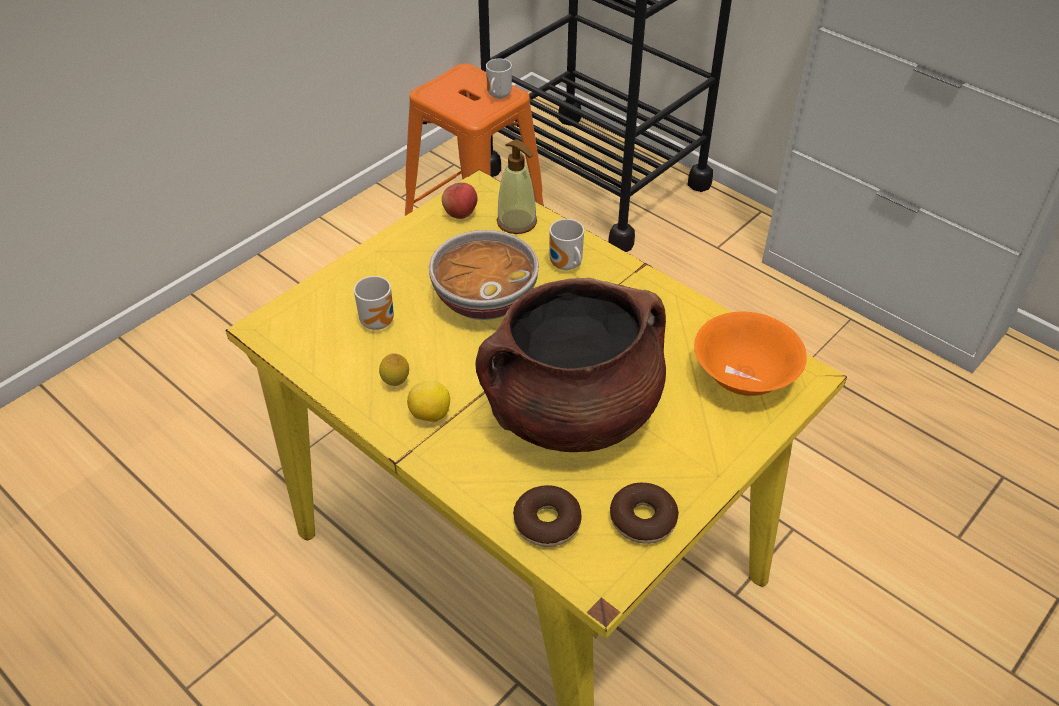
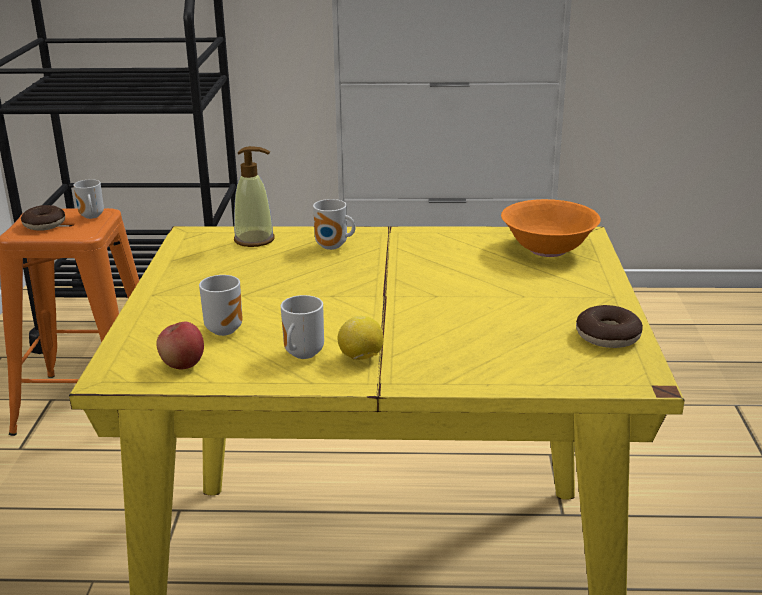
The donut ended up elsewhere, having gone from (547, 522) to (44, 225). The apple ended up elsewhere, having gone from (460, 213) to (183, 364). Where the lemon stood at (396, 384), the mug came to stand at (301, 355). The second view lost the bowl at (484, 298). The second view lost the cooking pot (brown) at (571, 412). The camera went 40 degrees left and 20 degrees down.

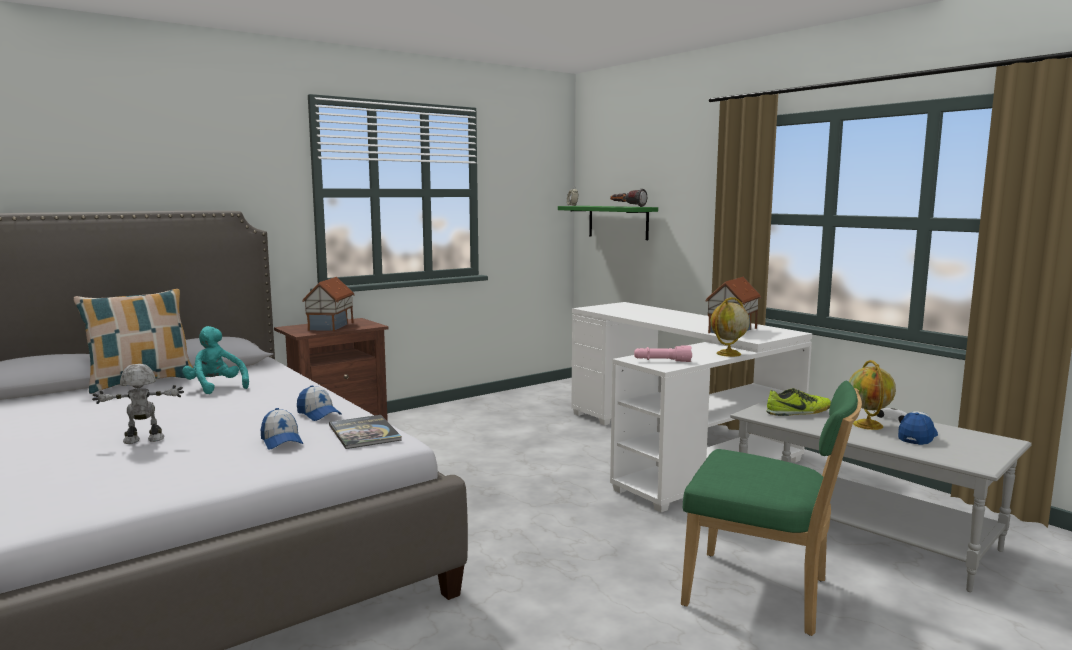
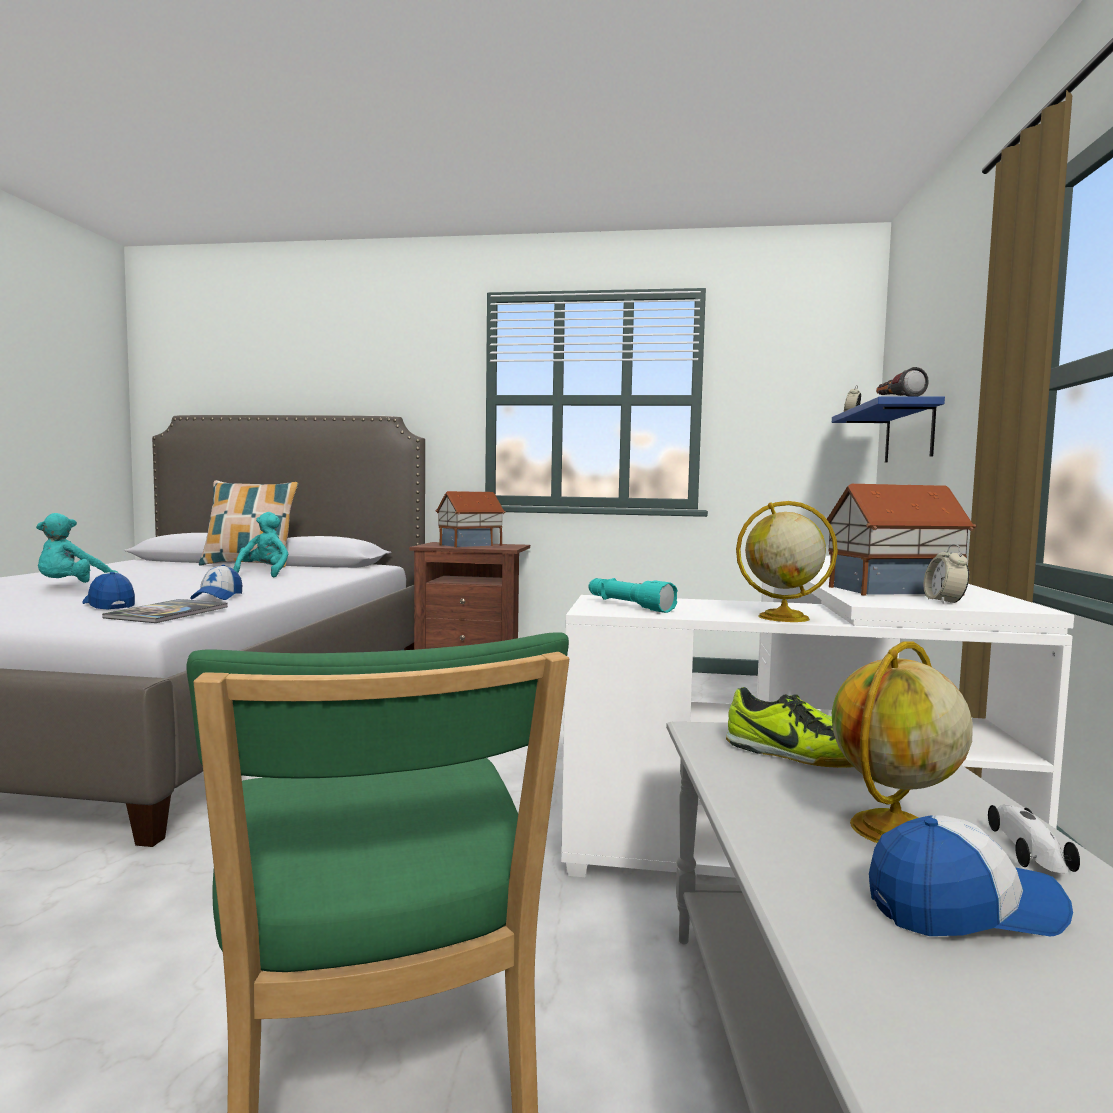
Where the toy robot stood at (143, 440), the plush toy (turquoise) came to stand at (73, 587). The cap at (281, 441) ended up facing another way, 120 degrees clockwise from before. What was the flashlight (pink) at (662, 361) turned into the flashlight (turquoise) at (628, 606). What was the shelf (green) at (618, 222) turned into the shelf (blue) at (909, 433). The second view gained the alarm clock at (944, 602). The camera went 45 degrees right and 5 degrees down.

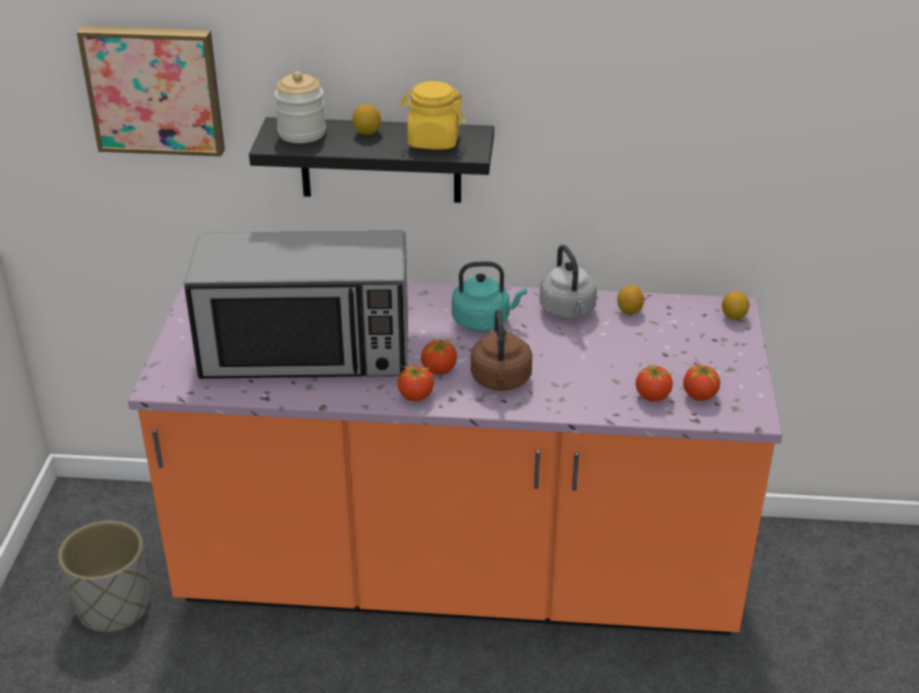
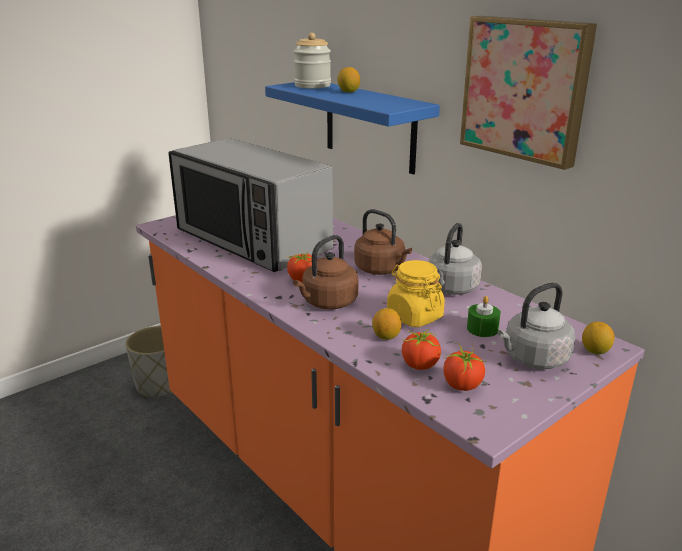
What was the shelf (black) at (380, 160) turned into the shelf (blue) at (369, 126). What was the kettle (turquoise) at (484, 321) turned into the kettle (brown) at (381, 269). The lemon ended up elsewhere, having gone from (629, 311) to (386, 336). The jar (yellow) ended up elsewhere, having gone from (433, 141) to (414, 316). The picture ended up elsewhere, having gone from (155, 89) to (526, 89). The second view gained the candle (green) at (482, 329). The second view gained the kettle (grey) at (533, 359). The second view lost the tomato at (416, 396). The camera went 45 degrees right and 10 degrees down.

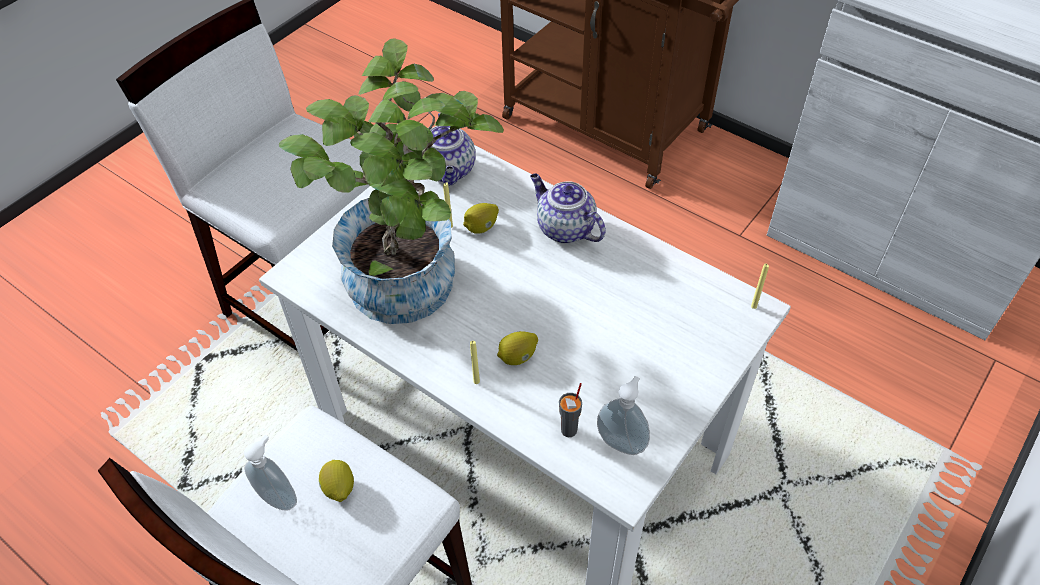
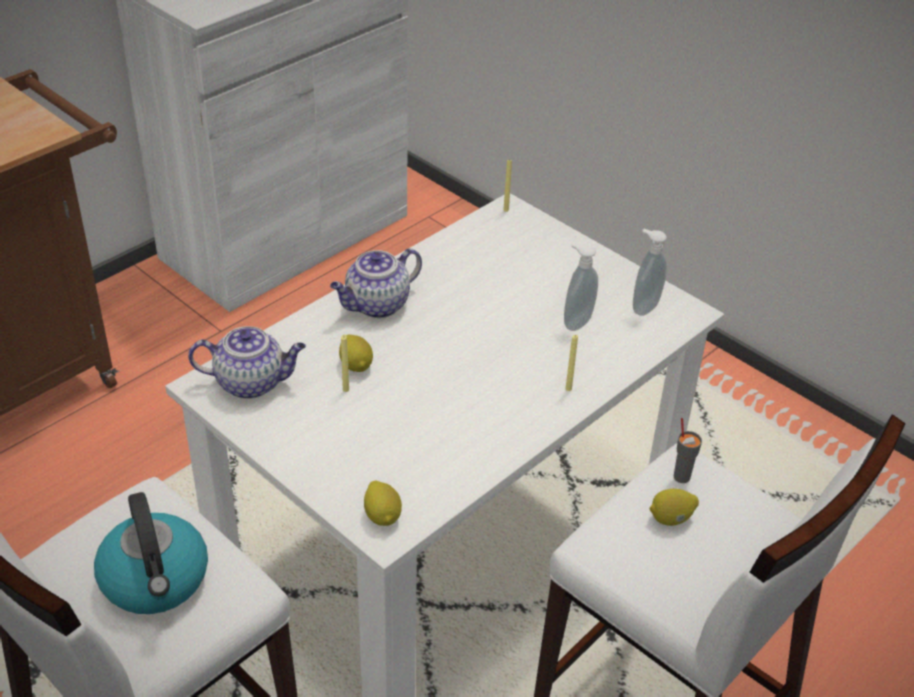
The second view gained the kettle at (156, 580). The lemon ended up elsewhere, having gone from (518, 357) to (382, 516). The soap dispenser ended up elsewhere, having gone from (279, 497) to (576, 321). The cup (grey) ended up elsewhere, having gone from (569, 430) to (681, 476). The second view lost the potted plant at (413, 291). The camera went 85 degrees left and 10 degrees down.

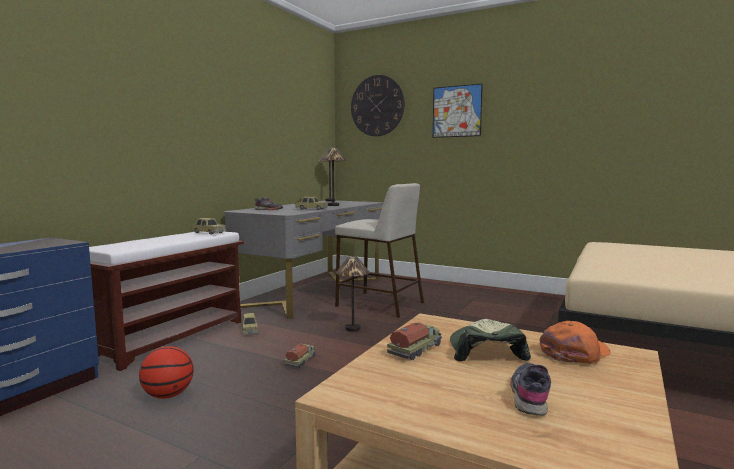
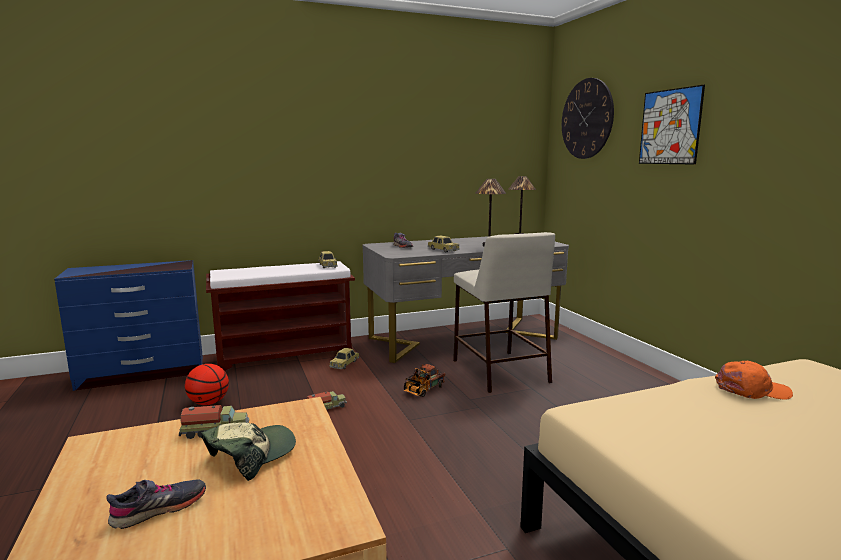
Where the table lamp stood at (352, 329), the toy truck came to stand at (422, 391). The cap (orange) ended up elsewhere, having gone from (575, 353) to (752, 390). The camera went 40 degrees right and 5 degrees up.

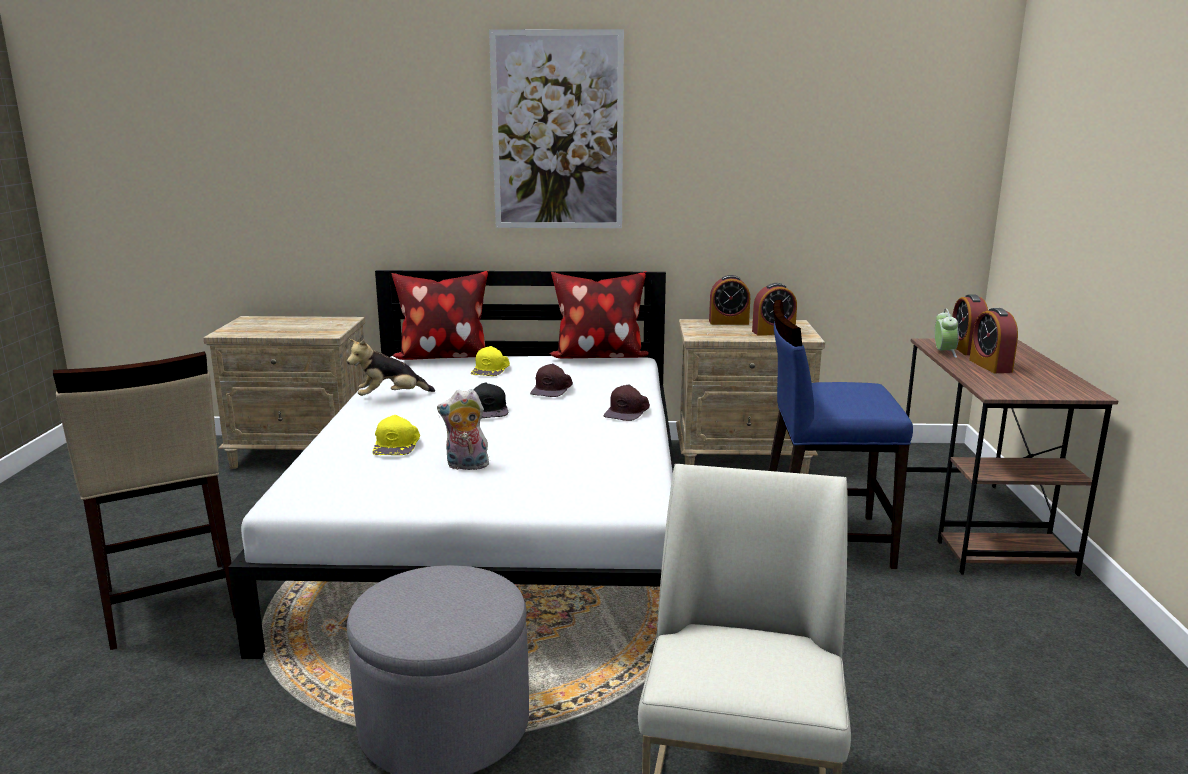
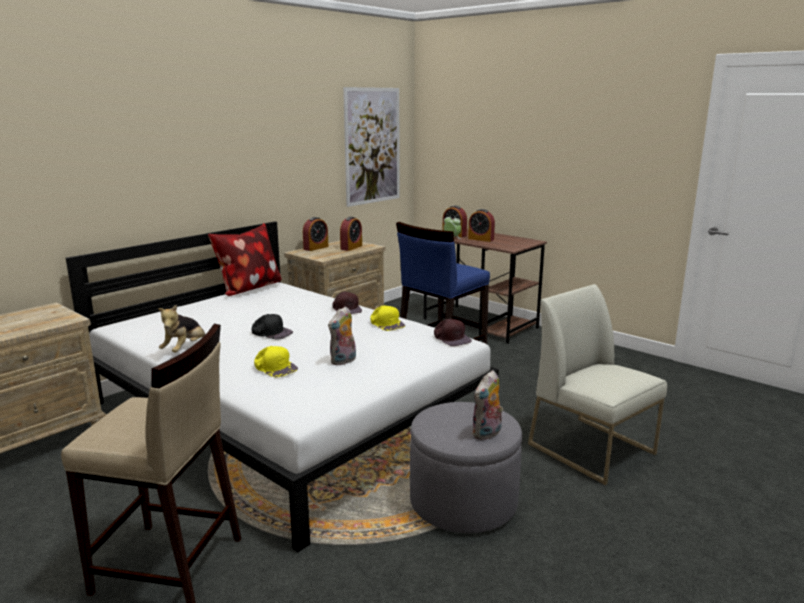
The picture ended up elsewhere, having gone from (557, 131) to (372, 146). The cap (yellow) ended up elsewhere, having gone from (491, 369) to (386, 324). The cap (brown) ended up elsewhere, having gone from (552, 389) to (451, 338). The second view gained the plush toy at (487, 434). The second view lost the pillow at (443, 357). The camera went 50 degrees left and 0 degrees up.

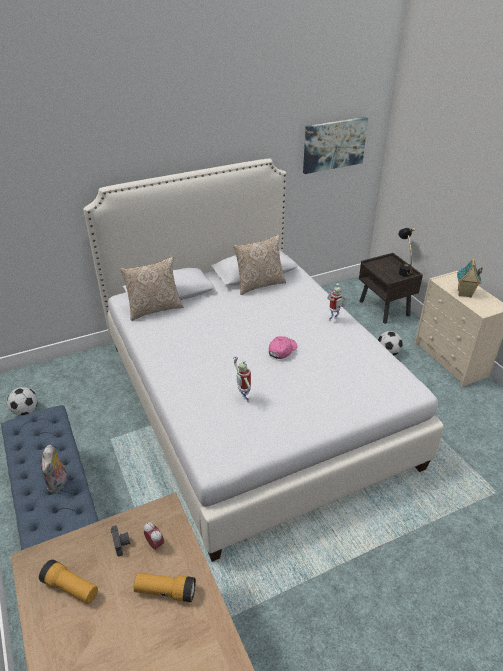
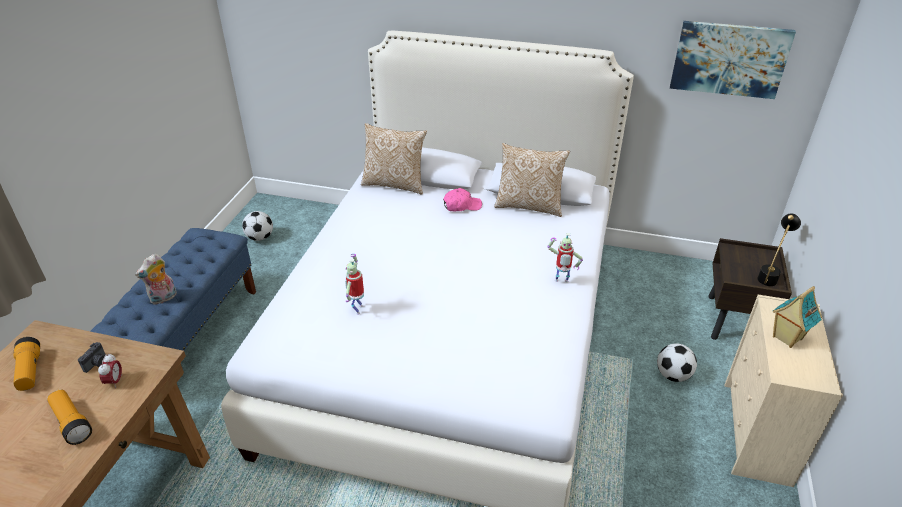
The cap (pink) ended up elsewhere, having gone from (282, 350) to (462, 205). The camera went 40 degrees right and 0 degrees up.

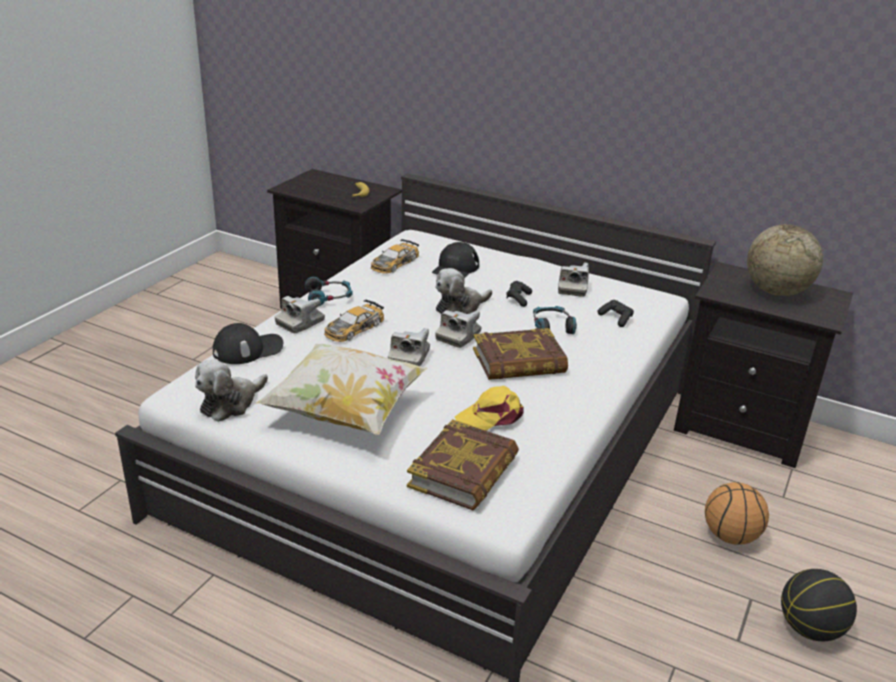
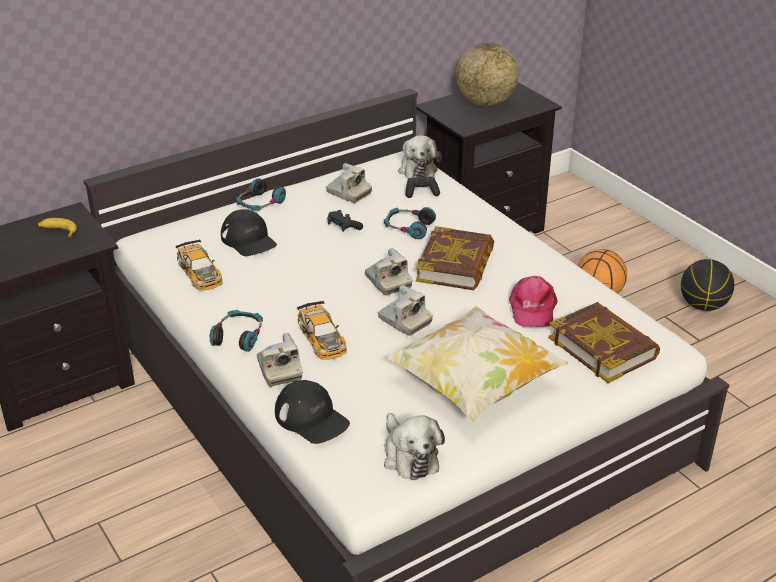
The second view gained the headphones at (260, 203). The cap (black) at (248, 349) ended up facing another way, 135 degrees clockwise from before. The plush toy ended up elsewhere, having gone from (460, 308) to (417, 169). What was the cap (yellow) at (491, 417) turned into the cap (pink) at (532, 308). The camera went 60 degrees left and 5 degrees up.

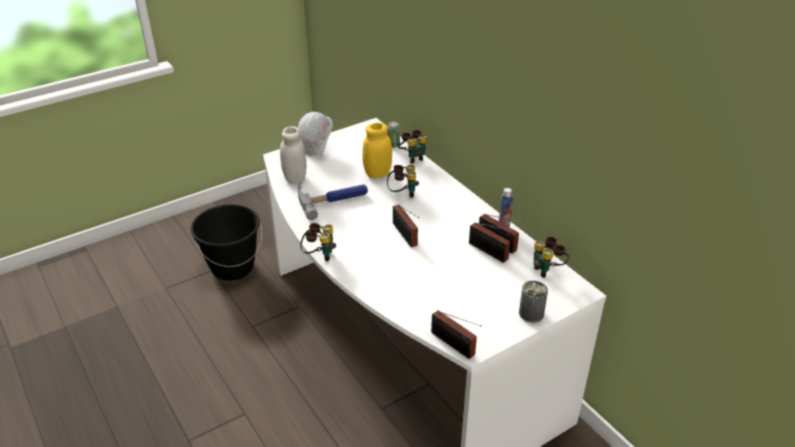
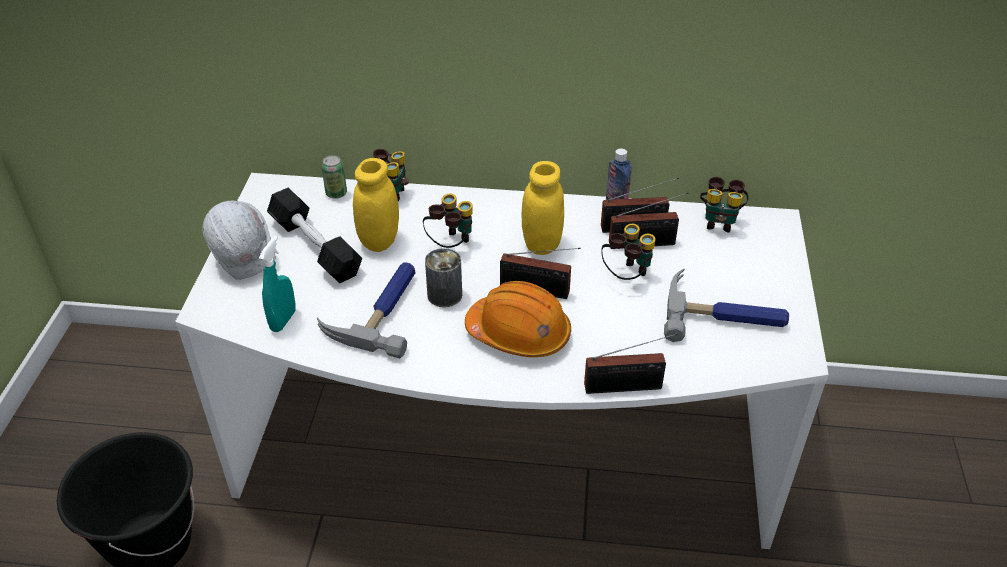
Where the jar (white) stood at (295, 178), the spray bottle (turquoise) came to stand at (283, 320). The second view gained the dumbbell (black) at (315, 247). The can ended up elsewhere, having gone from (531, 313) to (444, 295). The second view gained the hard hat (orange) at (519, 334). The second view gained the jar (yellow) at (541, 244). The radio ended up elsewhere, having gone from (454, 345) to (627, 387). The binoculars ended up elsewhere, having gone from (319, 255) to (626, 275). The second view gained the hammer at (724, 315). The camera went 50 degrees left and 5 degrees up.

